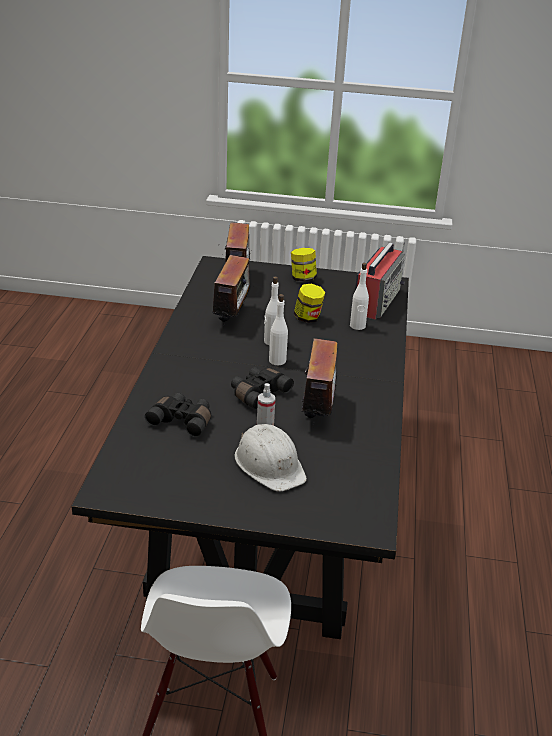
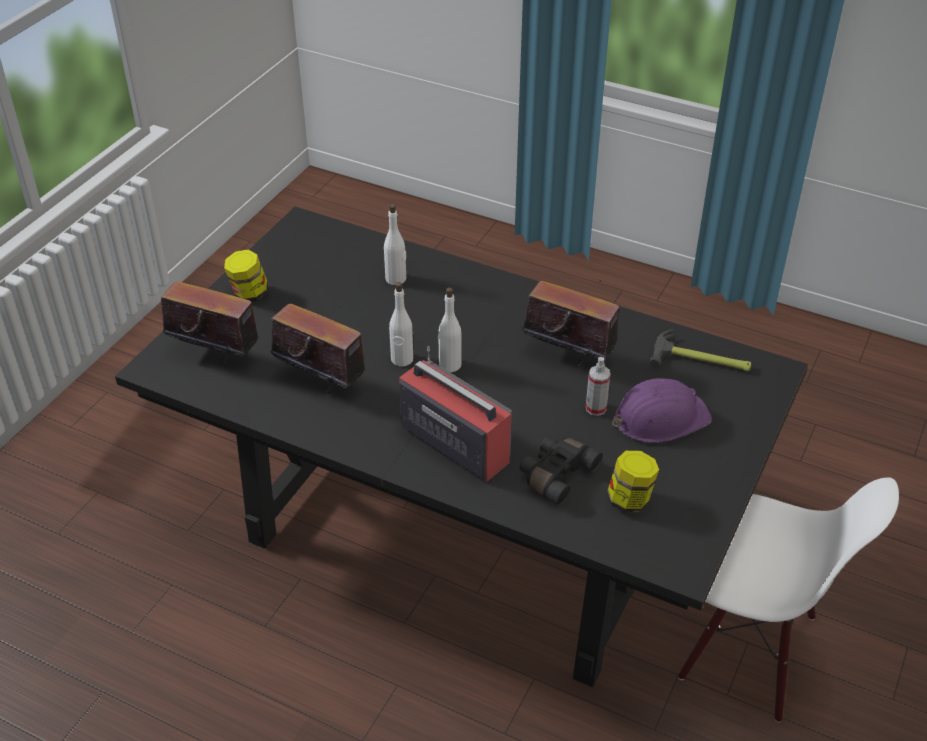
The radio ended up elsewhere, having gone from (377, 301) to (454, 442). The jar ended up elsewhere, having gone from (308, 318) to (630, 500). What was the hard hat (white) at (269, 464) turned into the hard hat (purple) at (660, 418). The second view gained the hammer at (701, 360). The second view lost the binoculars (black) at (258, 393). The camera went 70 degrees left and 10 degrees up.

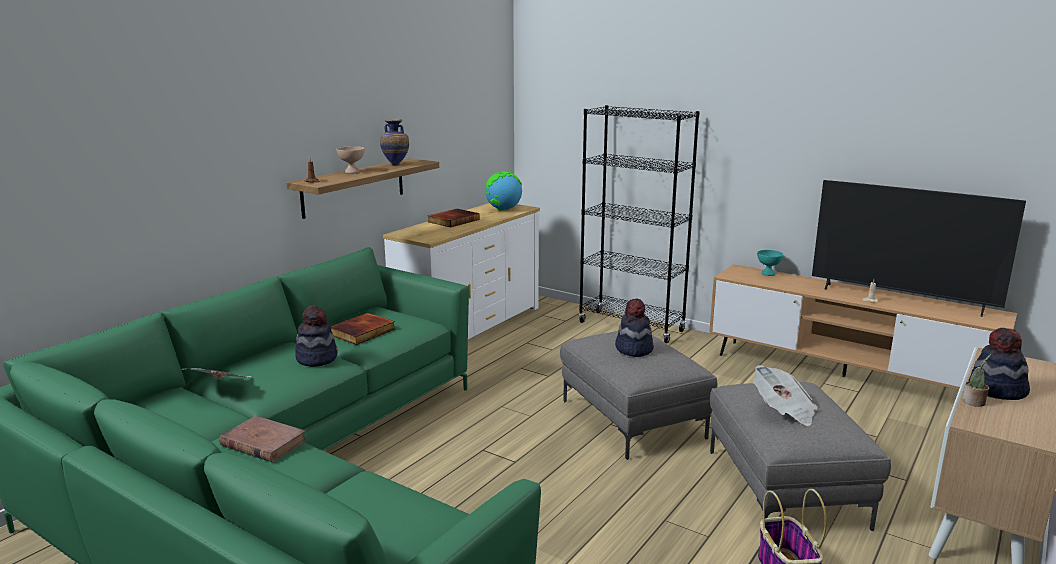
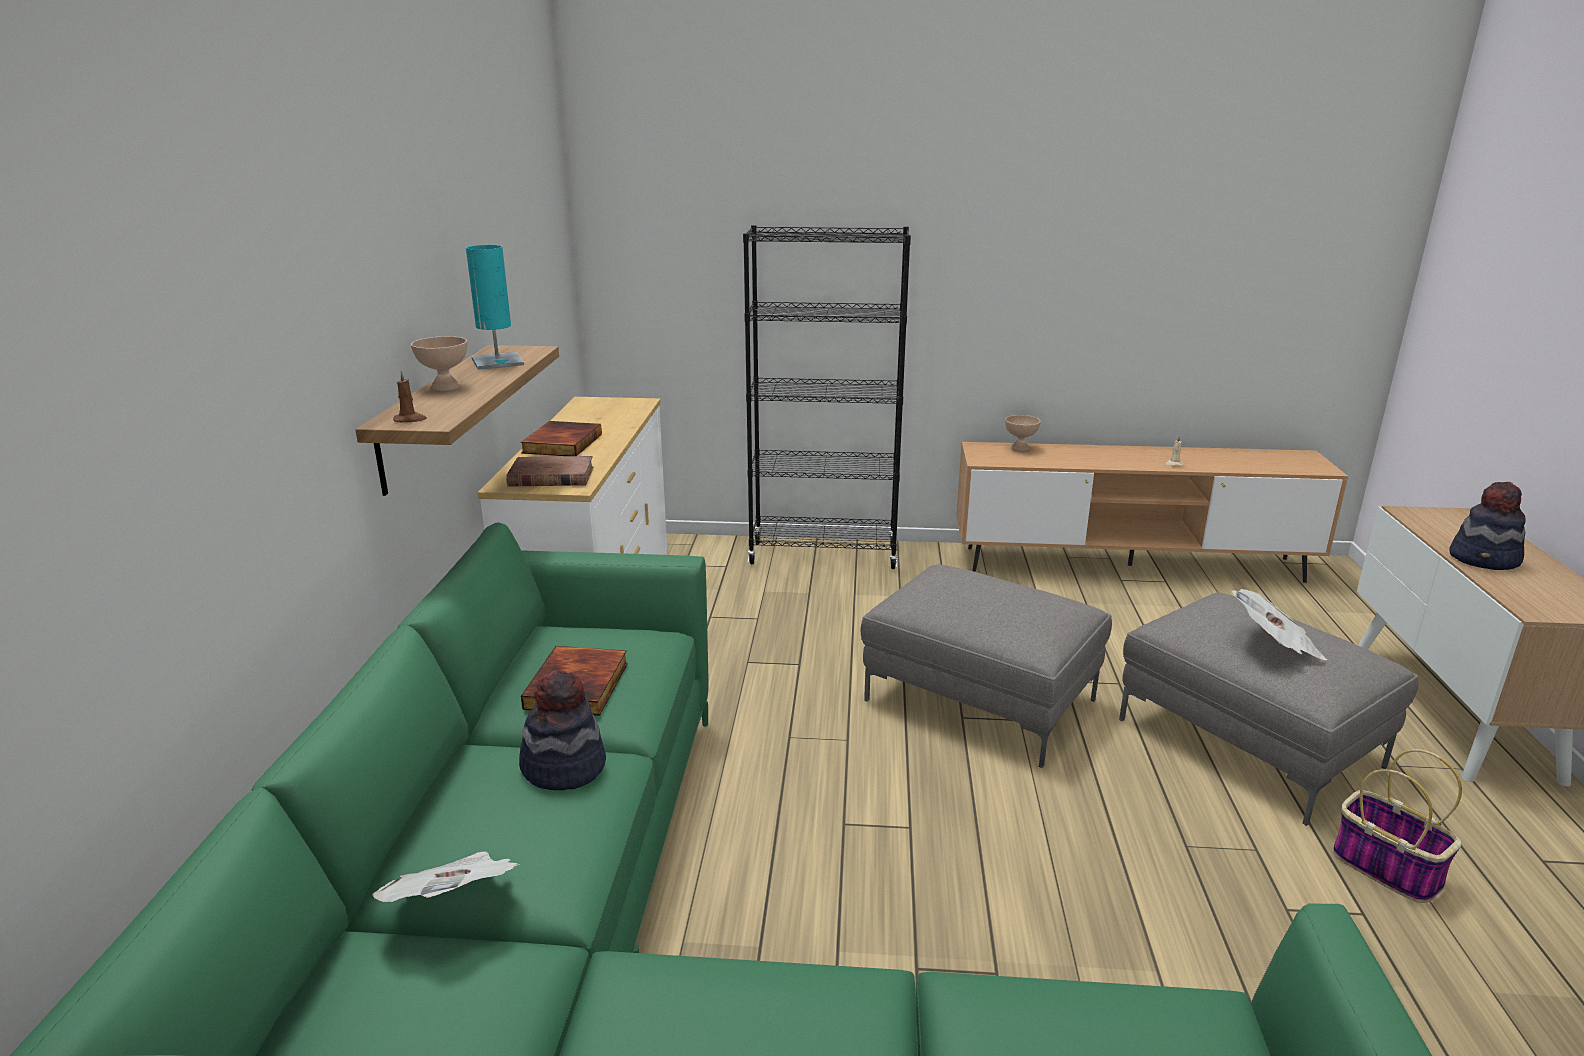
Where the vase stood at (396, 165), the table lamp (turquoise) came to stand at (497, 362). The book (brown) ended up elsewhere, having gone from (263, 443) to (550, 477). What was the bowl (turquoise) at (768, 274) turned into the bowl (beige) at (1020, 448). The second view lost the globe at (503, 210). The second view lost the hat at (633, 349). The second view lost the television at (901, 299). The second view lost the potted plant at (974, 402). The camera went 30 degrees left and 5 degrees up.

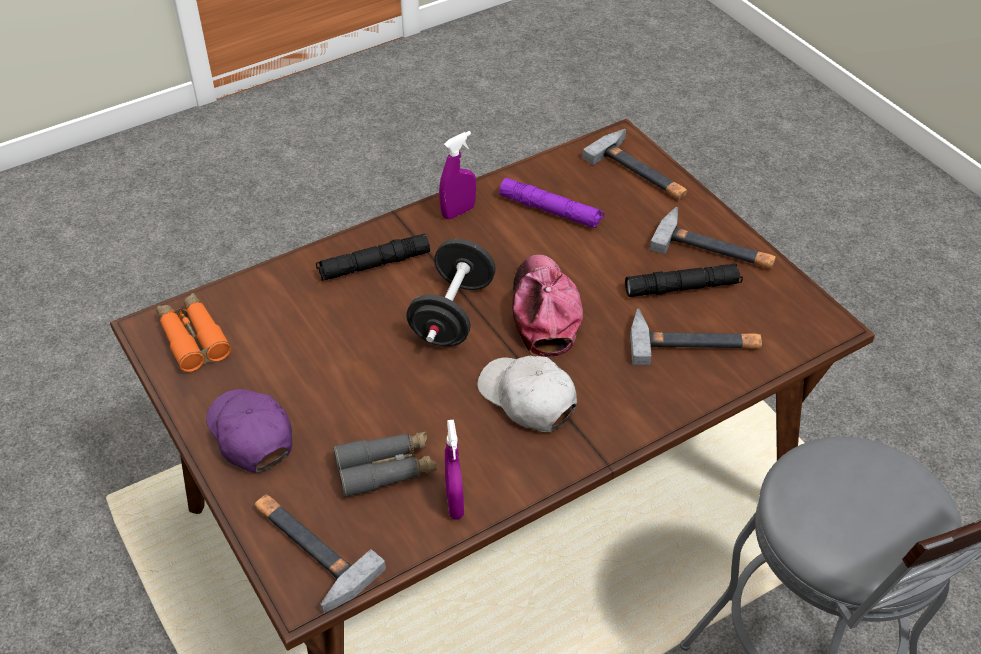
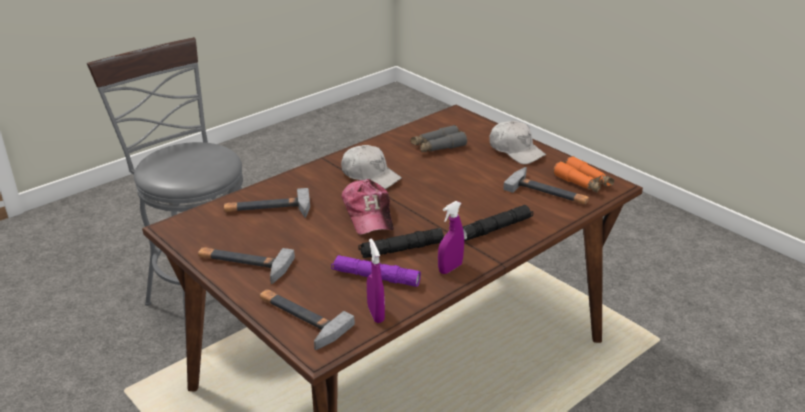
The flashlight (black) ended up elsewhere, having gone from (682, 287) to (401, 249). The spray bottle (purple) ended up elsewhere, having gone from (454, 502) to (376, 314). What was the cap (purple) at (250, 435) turned into the cap (white) at (516, 151). The hammer ended up elsewhere, having gone from (307, 550) to (548, 192). The second view lost the dumbbell (black) at (452, 314). The camera went 170 degrees right and 15 degrees down.

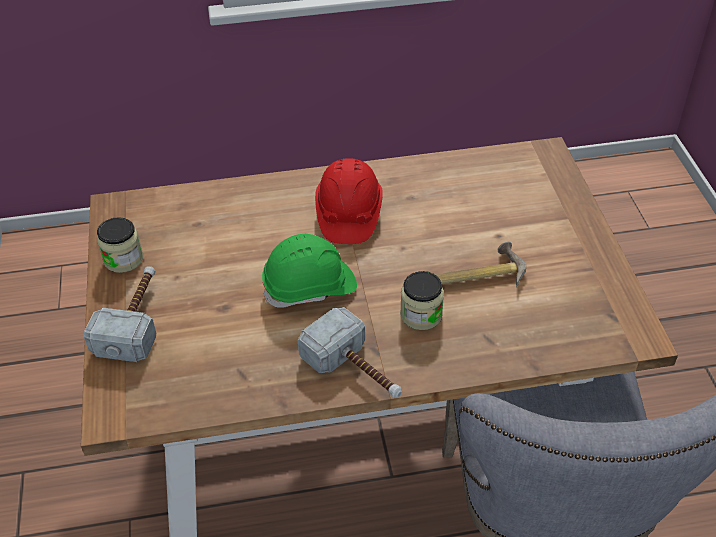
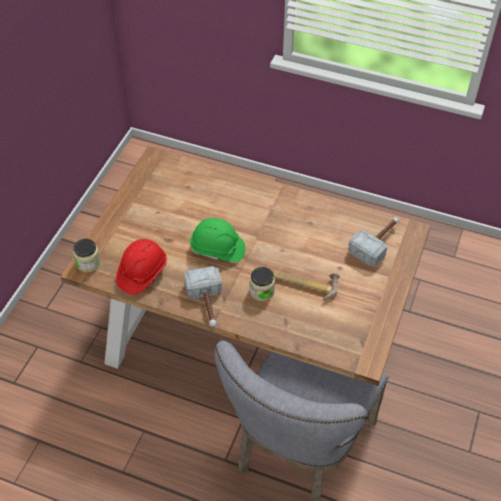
The jar ended up elsewhere, having gone from (123, 259) to (88, 263). The hard hat (red) ended up elsewhere, having gone from (348, 214) to (142, 273). The hammer ended up elsewhere, having gone from (135, 320) to (377, 243). The camera went 30 degrees right and 5 degrees up.

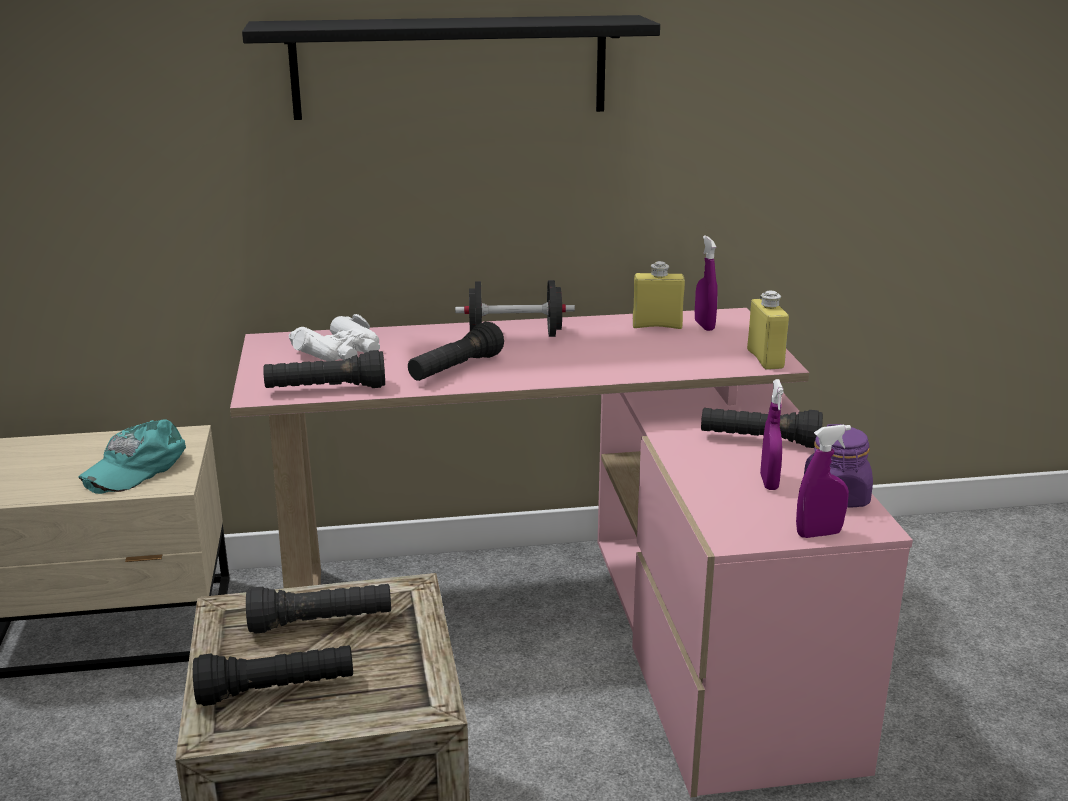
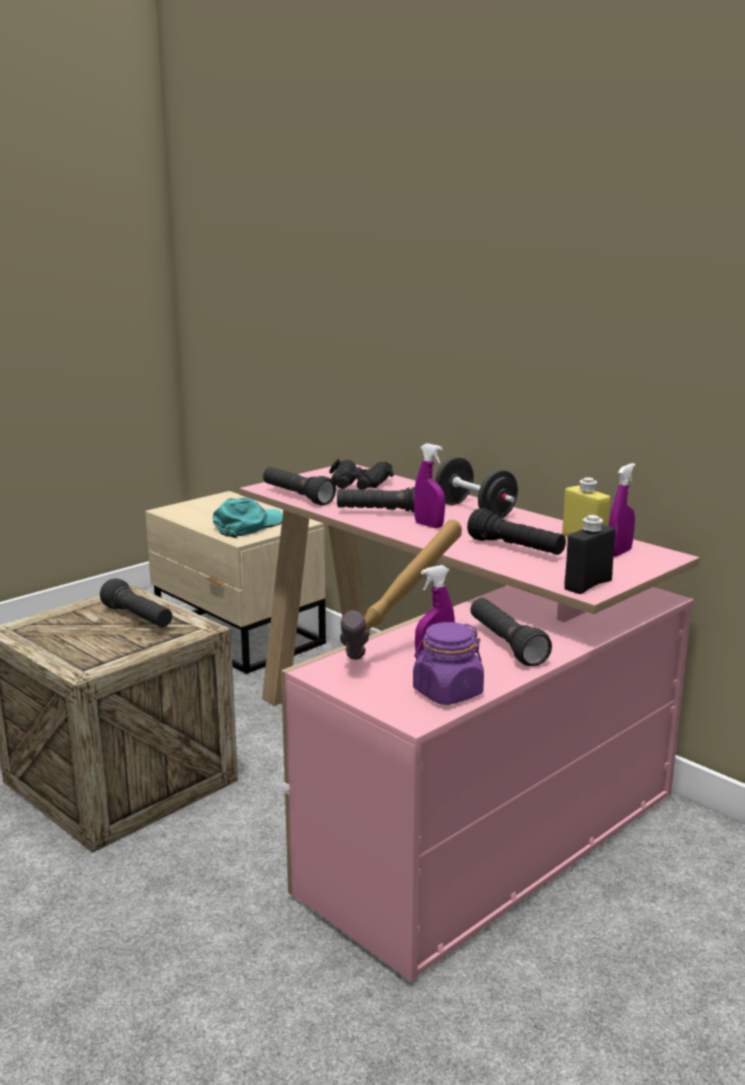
The cap (turquoise) at (135, 467) ended up facing another way, 135 degrees clockwise from before. What was the binoculars (white) at (341, 352) turned into the binoculars (black) at (359, 485). The second view gained the hammer at (402, 652). The spray bottle (purple) ended up elsewhere, having gone from (819, 534) to (429, 525). The flashlight (black) ended up elsewhere, having gone from (276, 690) to (516, 549). What was the bottle (yellow) at (765, 359) turned into the bottle (black) at (588, 585). The second view lost the shelf (black) at (450, 67). The camera went 55 degrees right and 5 degrees down.

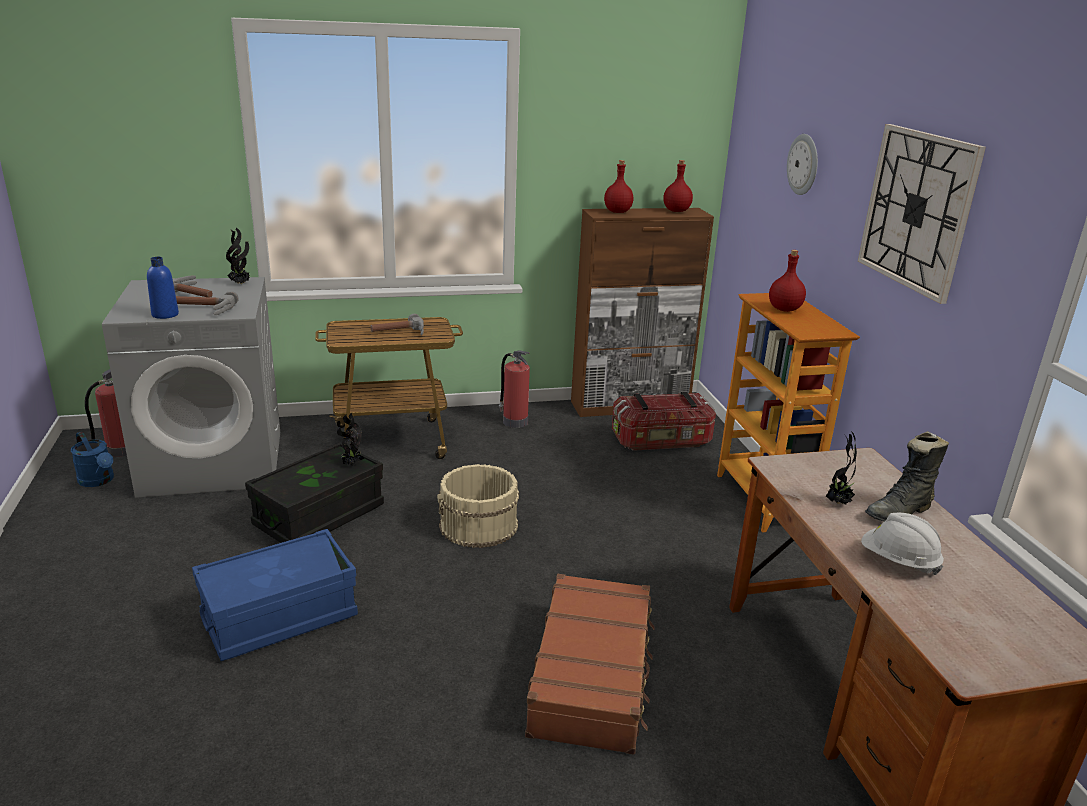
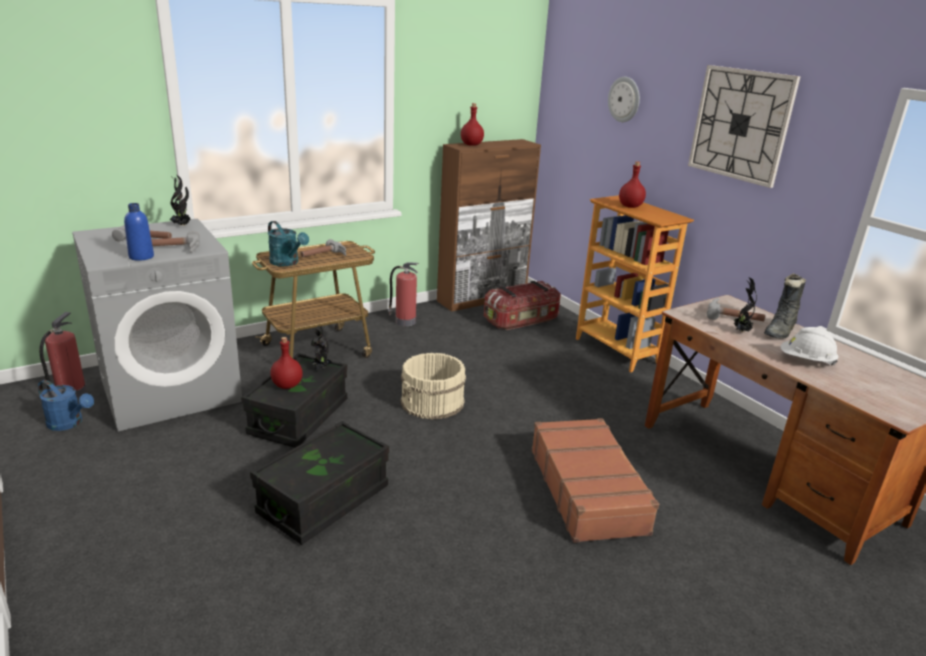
What was the storage box (blue) at (279, 617) turned into the storage box (black) at (324, 500). The second view gained the watering can (turquoise) at (287, 263). The bottle (red) ended up elsewhere, having gone from (676, 211) to (286, 385). The second view gained the hammer at (734, 316). The camera went 20 degrees left and 0 degrees up.

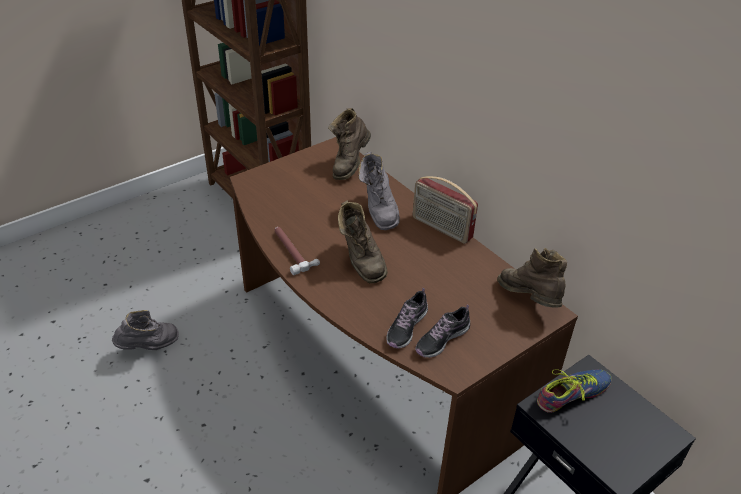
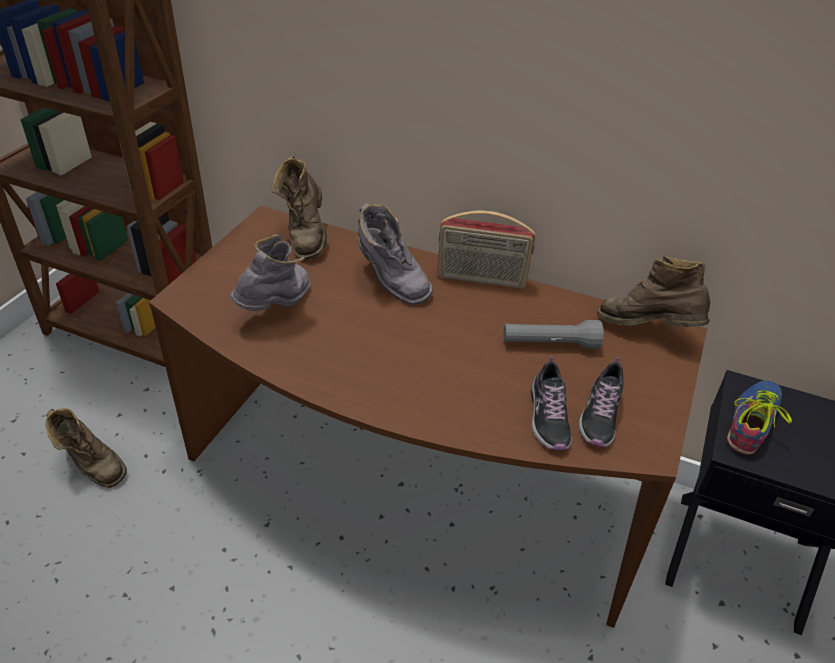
The boot (brown) ended up elsewhere, having gone from (361, 261) to (92, 465). The boot (grey) ended up elsewhere, having gone from (149, 347) to (277, 307). The second view gained the flashlight (grey) at (550, 344). The second view lost the hammer at (292, 251). The camera went 30 degrees left and 0 degrees up.

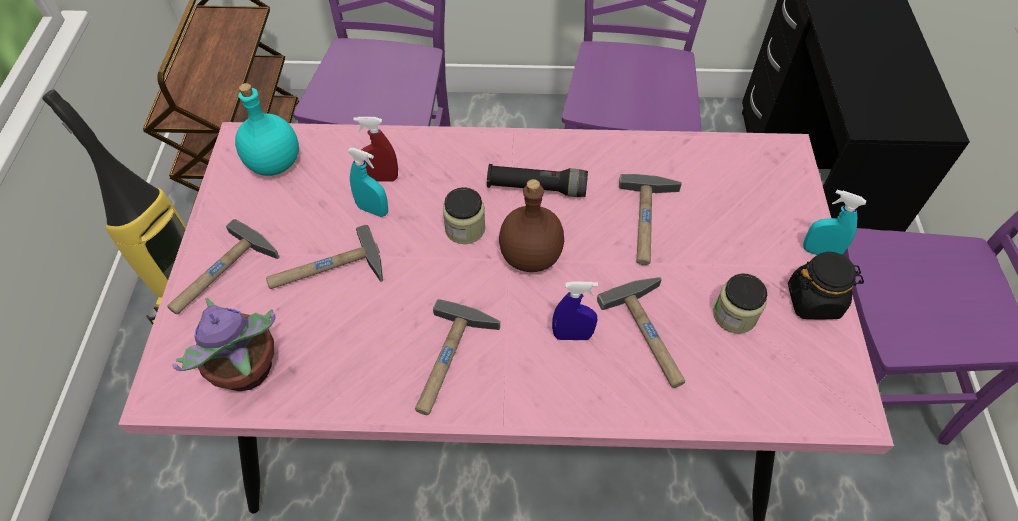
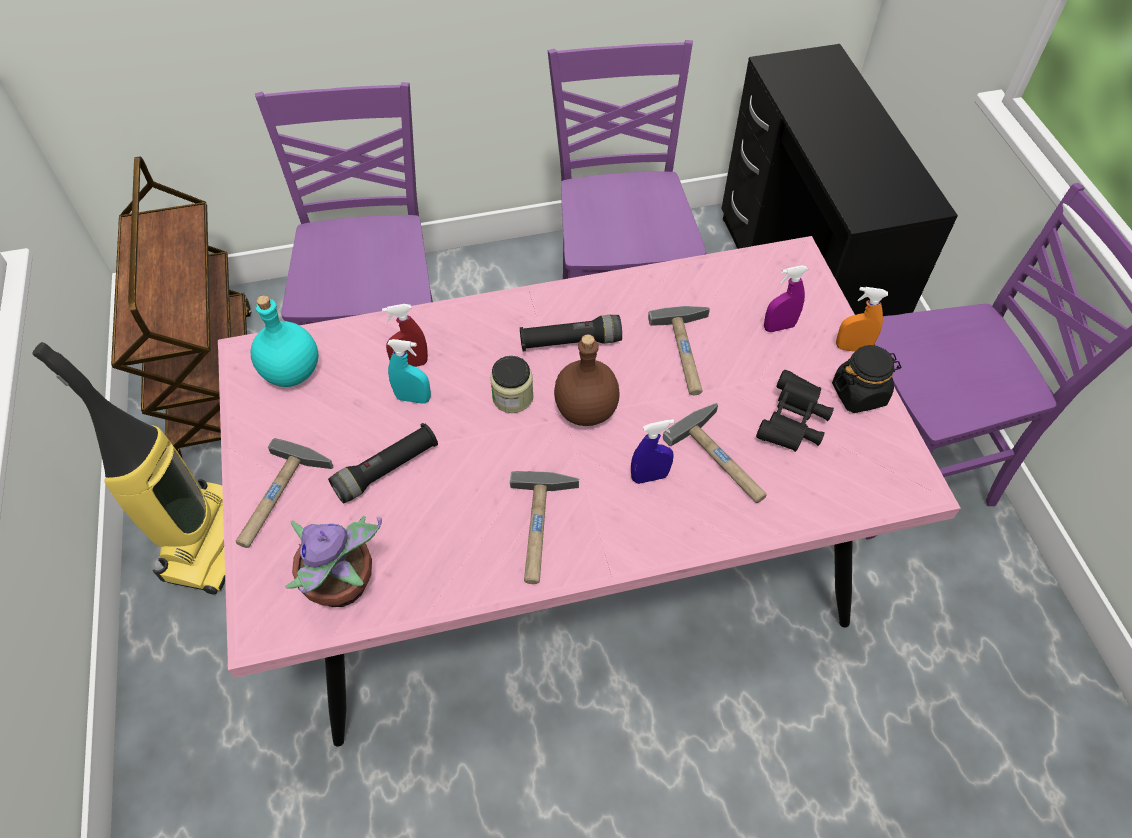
Where the hammer stood at (326, 271), the flashlight (black) came to stand at (387, 470). Where the jar stood at (734, 315), the binoculars (black) came to stand at (792, 423). The second view gained the spray bottle (purple) at (779, 327). What was the spray bottle (turquoise) at (819, 252) turned into the spray bottle (orange) at (852, 348). The camera went 15 degrees left and 0 degrees up.

